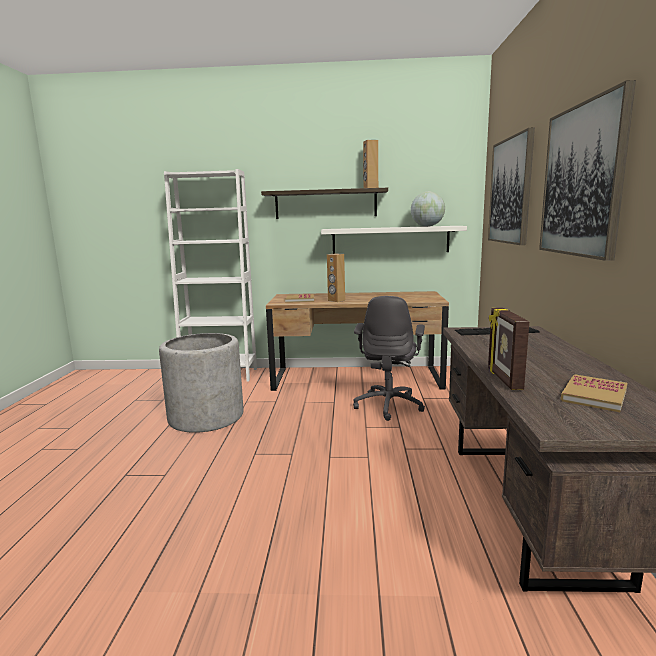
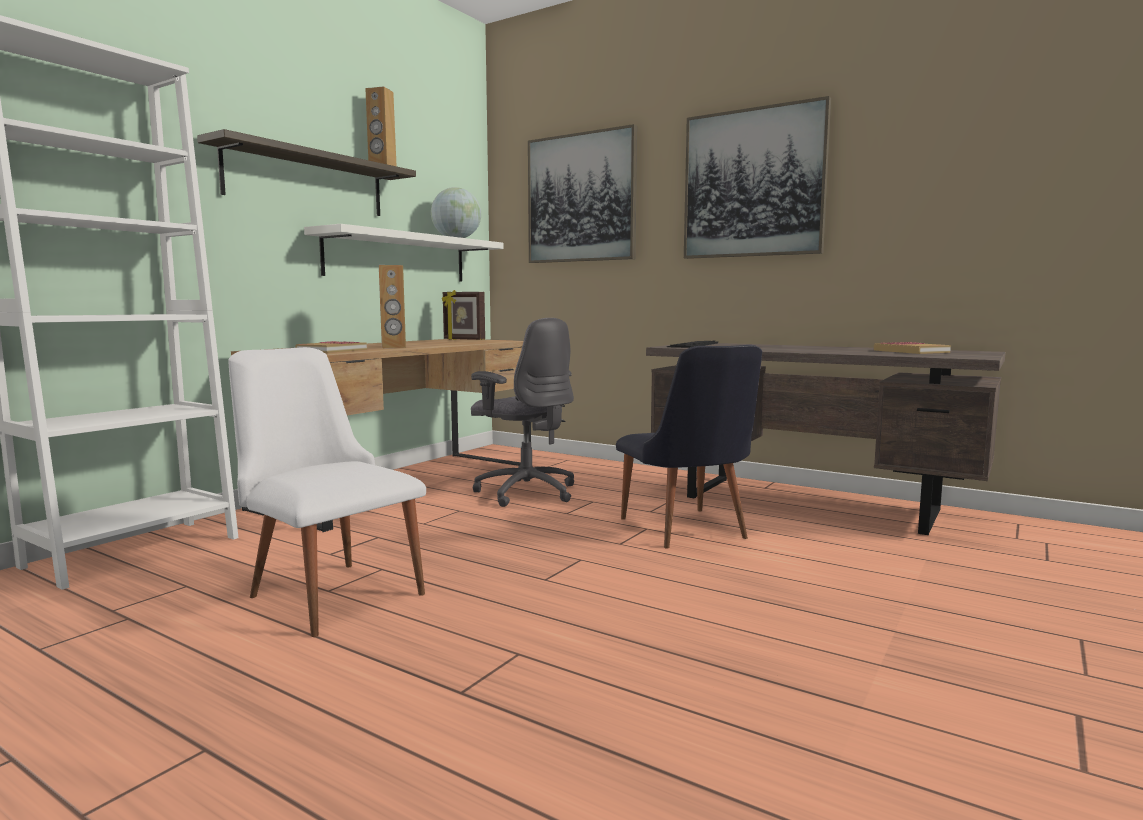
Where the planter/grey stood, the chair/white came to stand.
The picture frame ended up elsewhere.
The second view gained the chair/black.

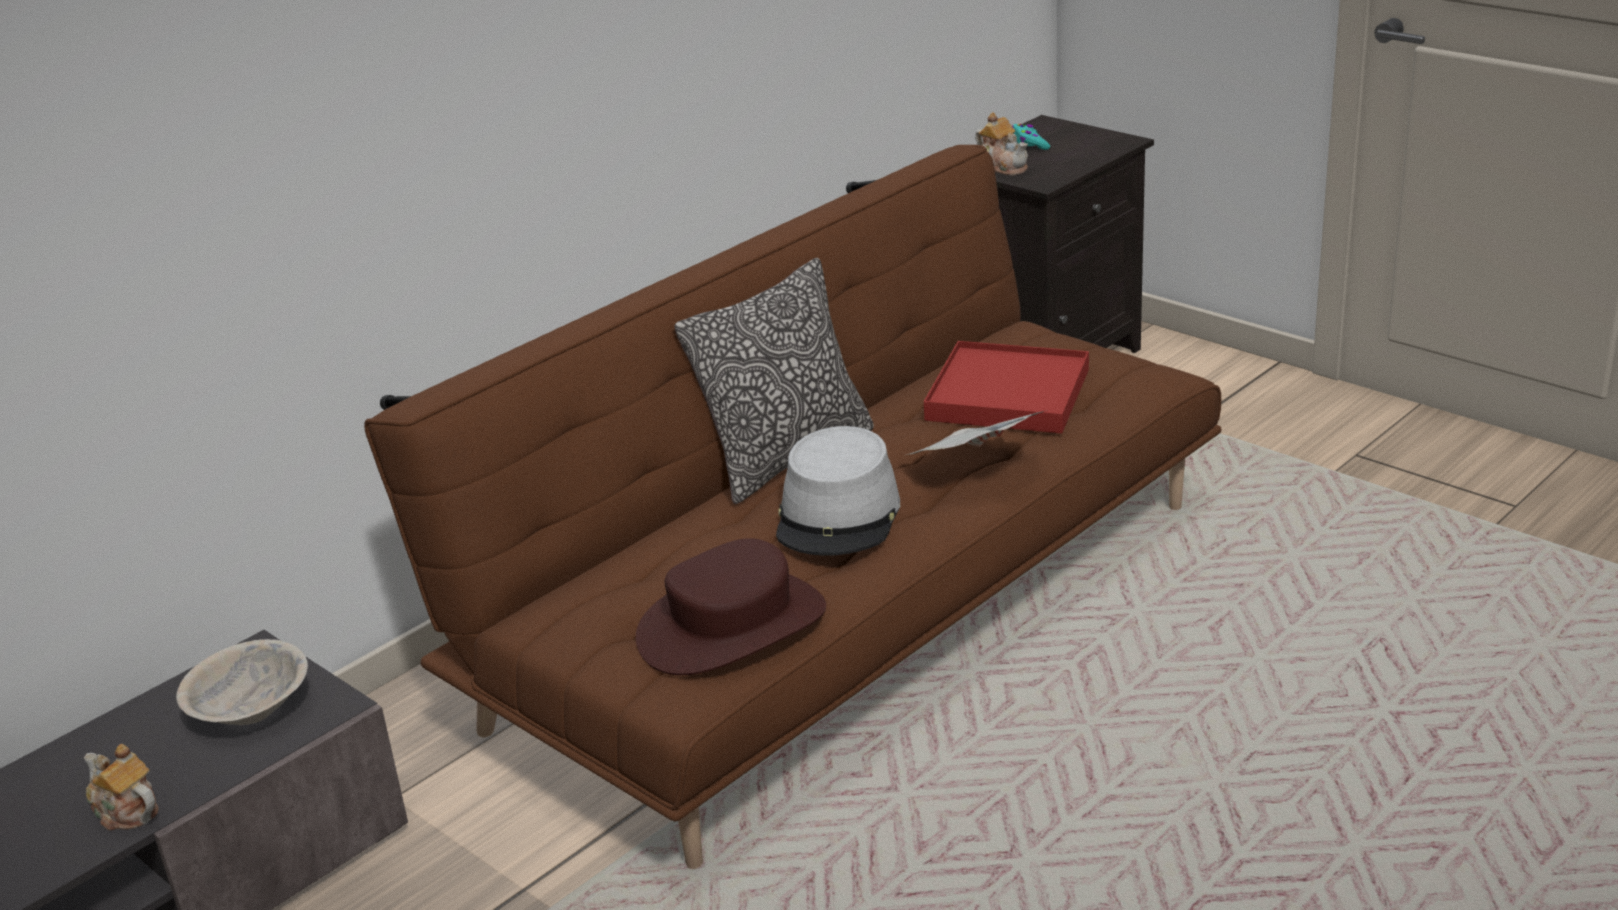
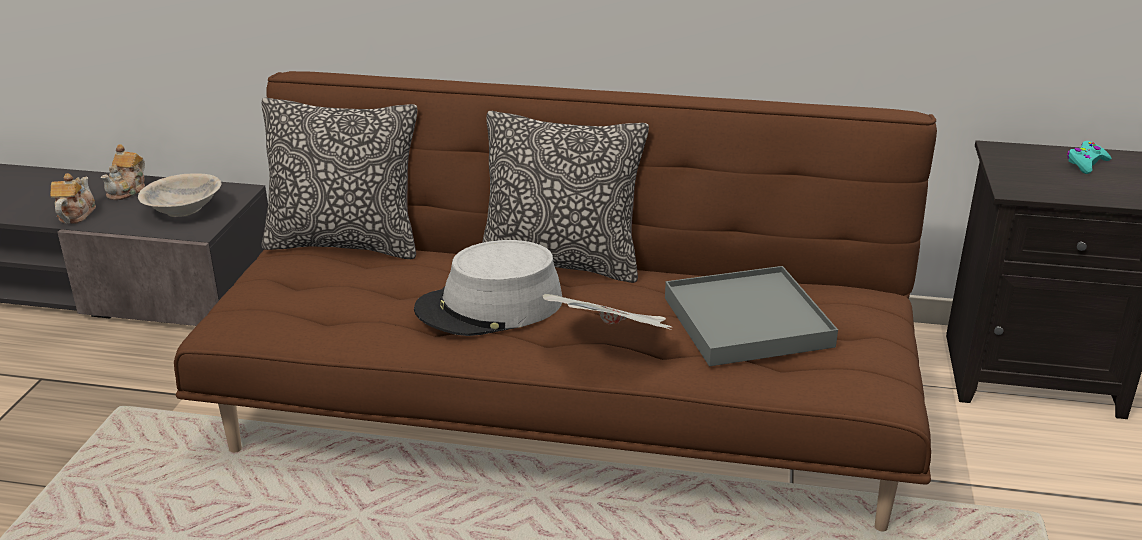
The second view lost the hat/brown.
What was the tray/red turned into the tray/grey.
The teapot (no. 2 from left) ended up elsewhere.
The second view gained the pillow (no. 1 from left).

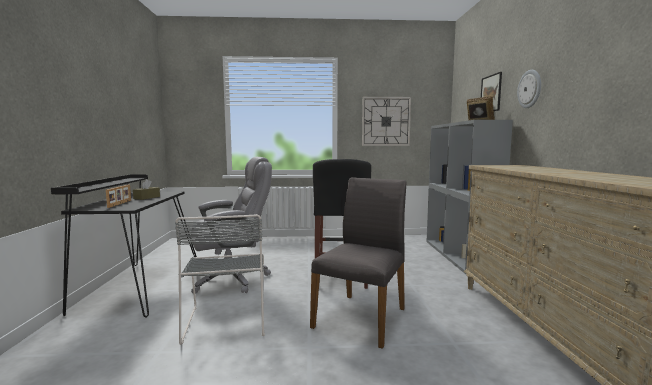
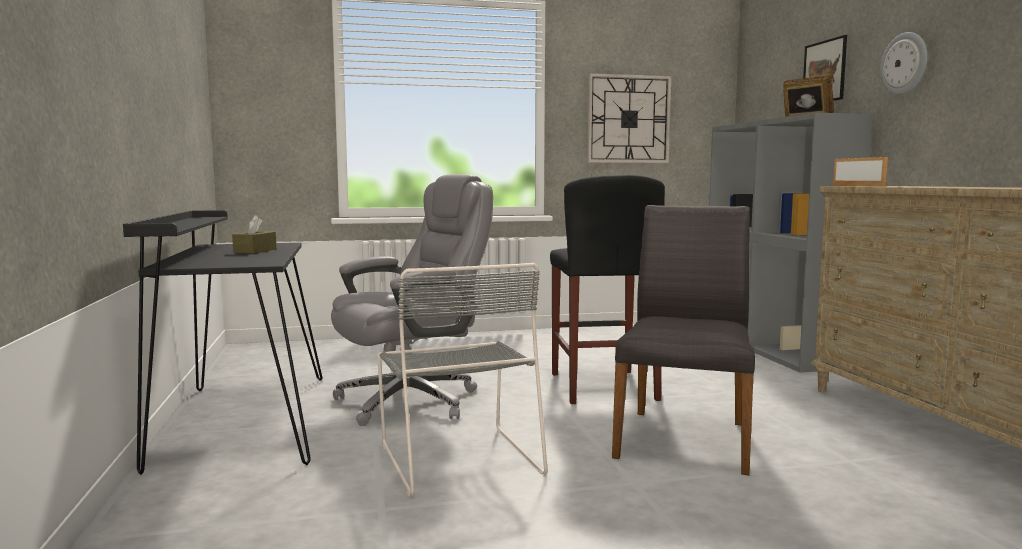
The picture frame (no. 1 from left in the first image) ended up elsewhere.

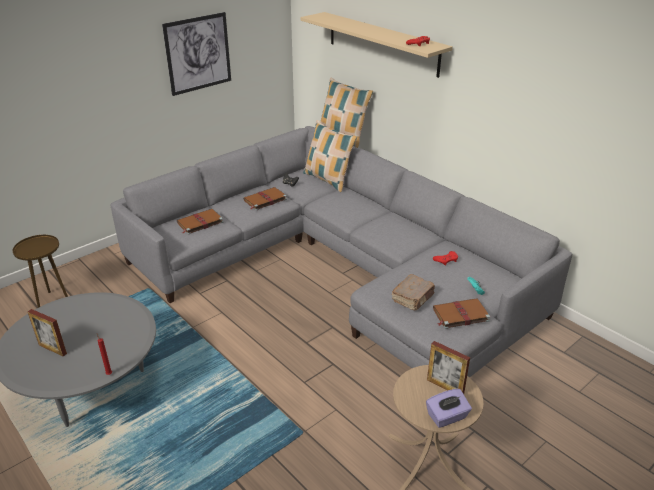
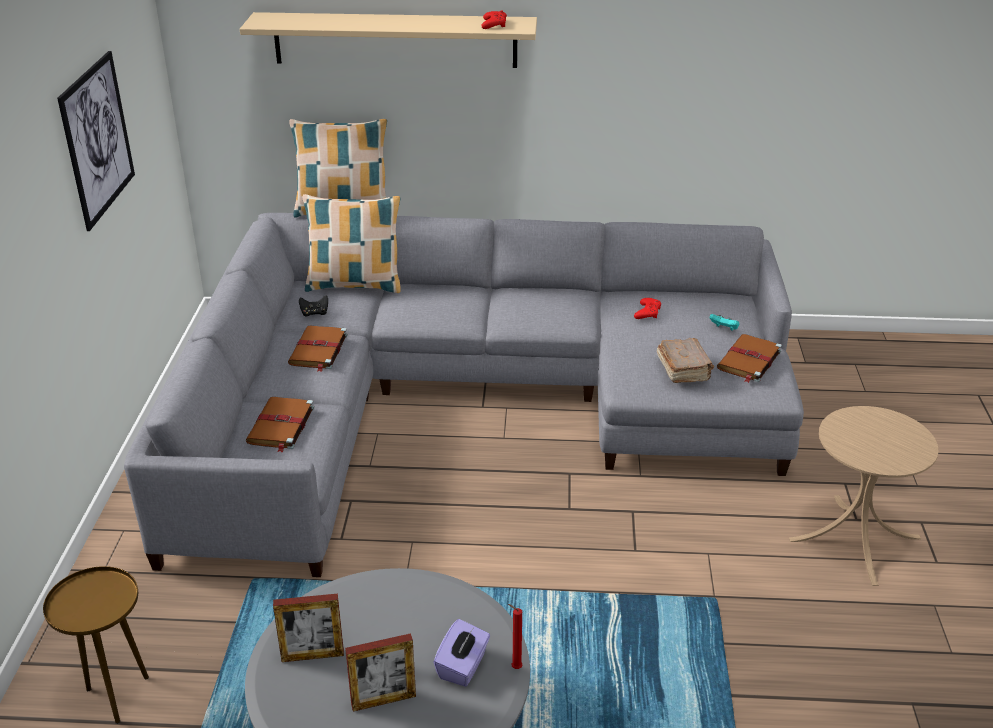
The tissue box/purple ended up elsewhere.
The picture frame (no. 2 from left in the first image) ended up elsewhere.

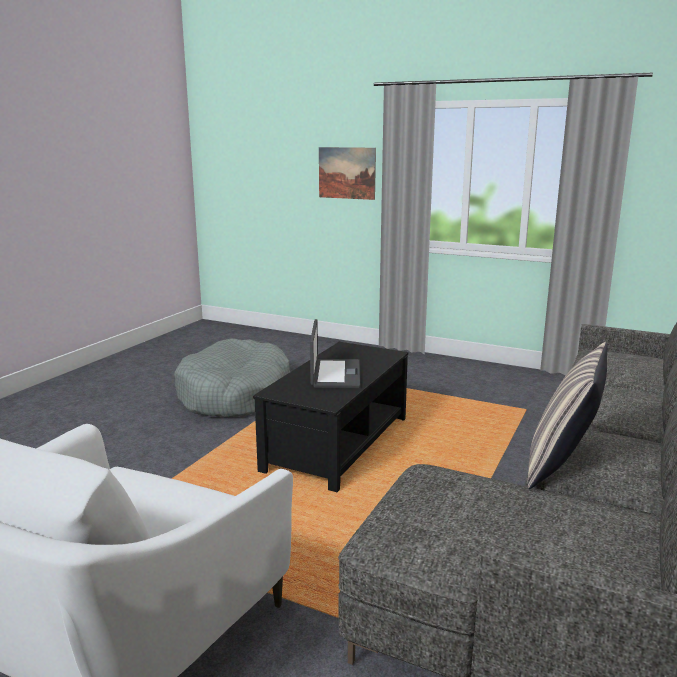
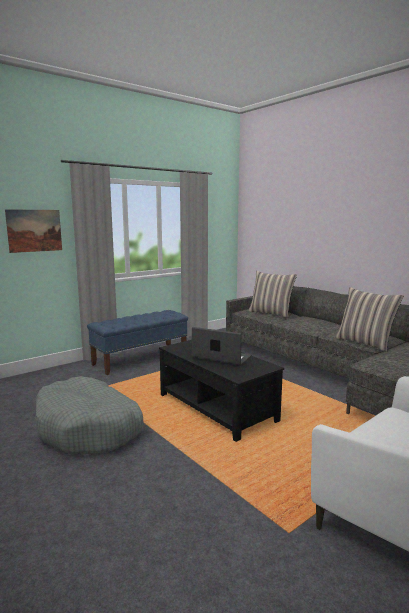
The second view gained the bench/blue.
The second view gained the pillow (no. 1 from left).

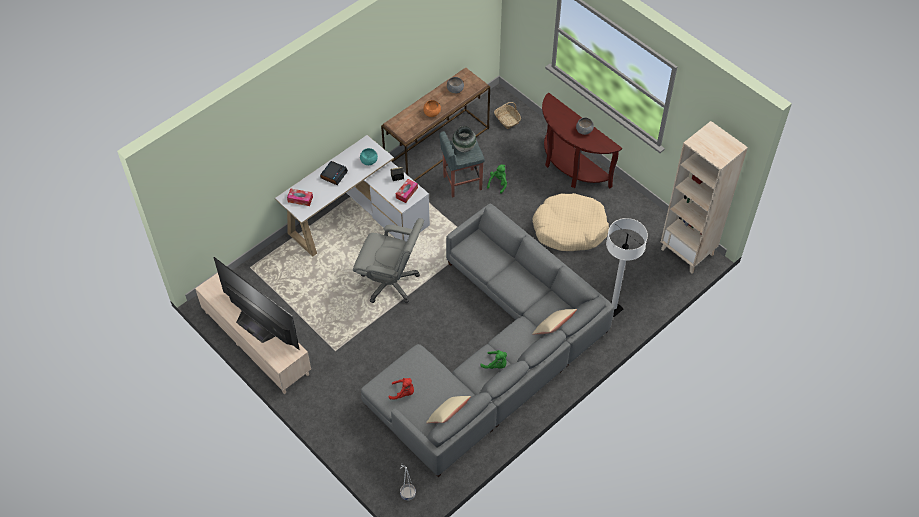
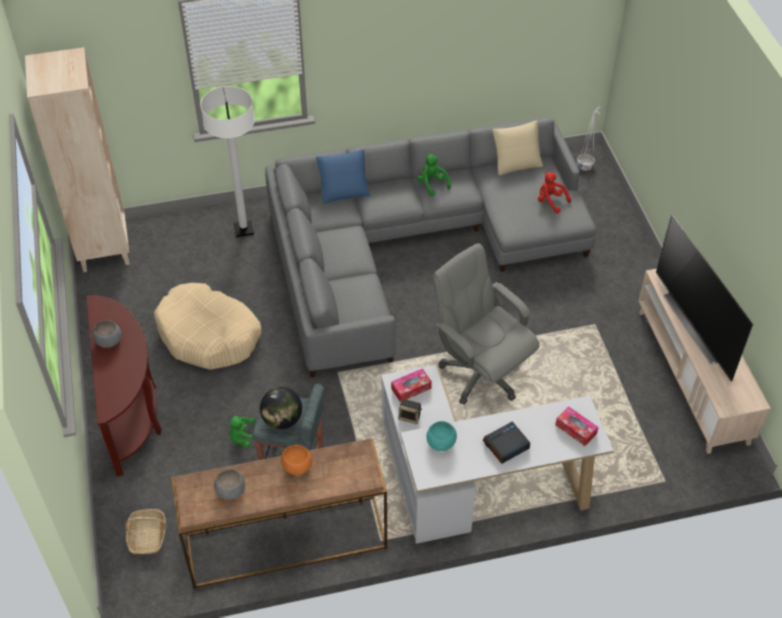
Where the vase stood, the globe came to stand.
What was the pillow/beige (no. 2 from left) turned into the pillow/blue.

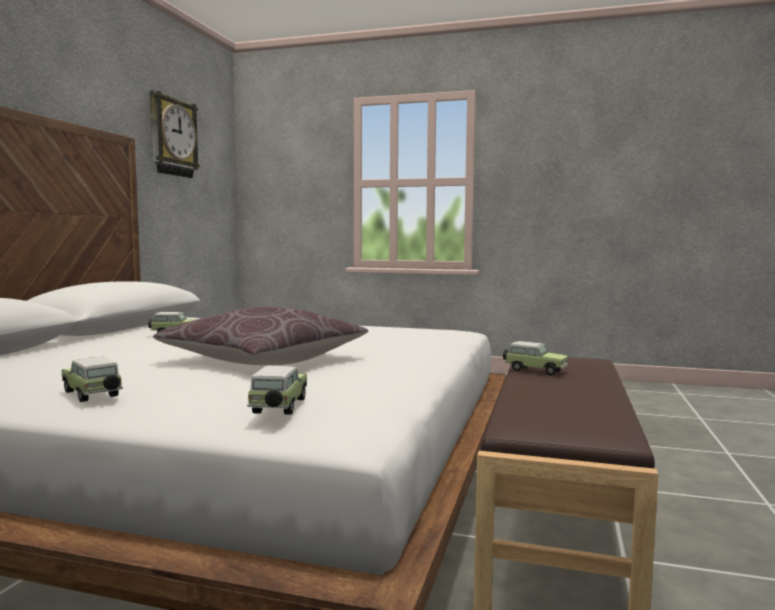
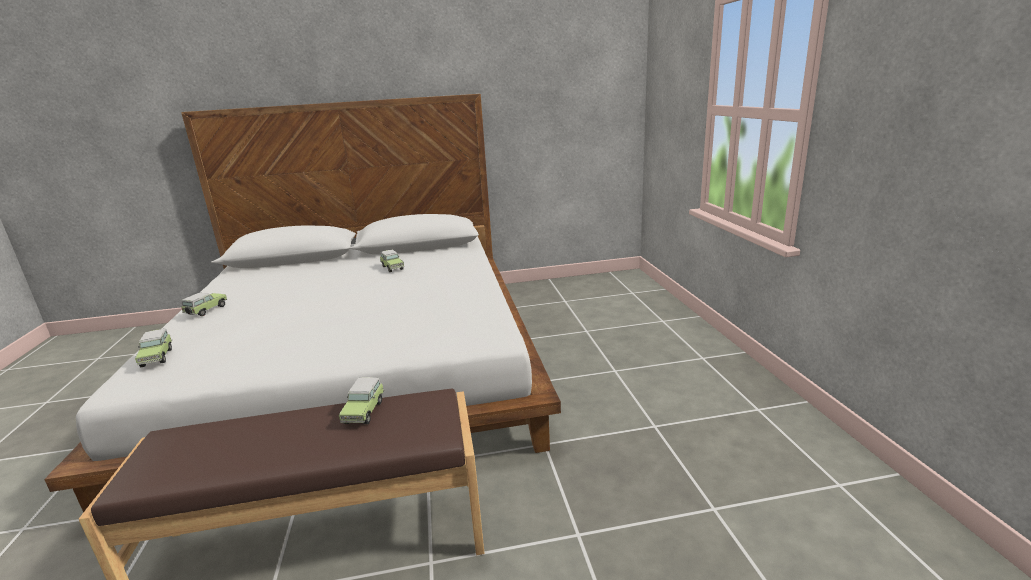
The second view lost the wall clock.
The second view lost the pillow/brown.
The toy car (no. 3 from left in the first image) ended up facing another way, 90 degrees clockwise from before.

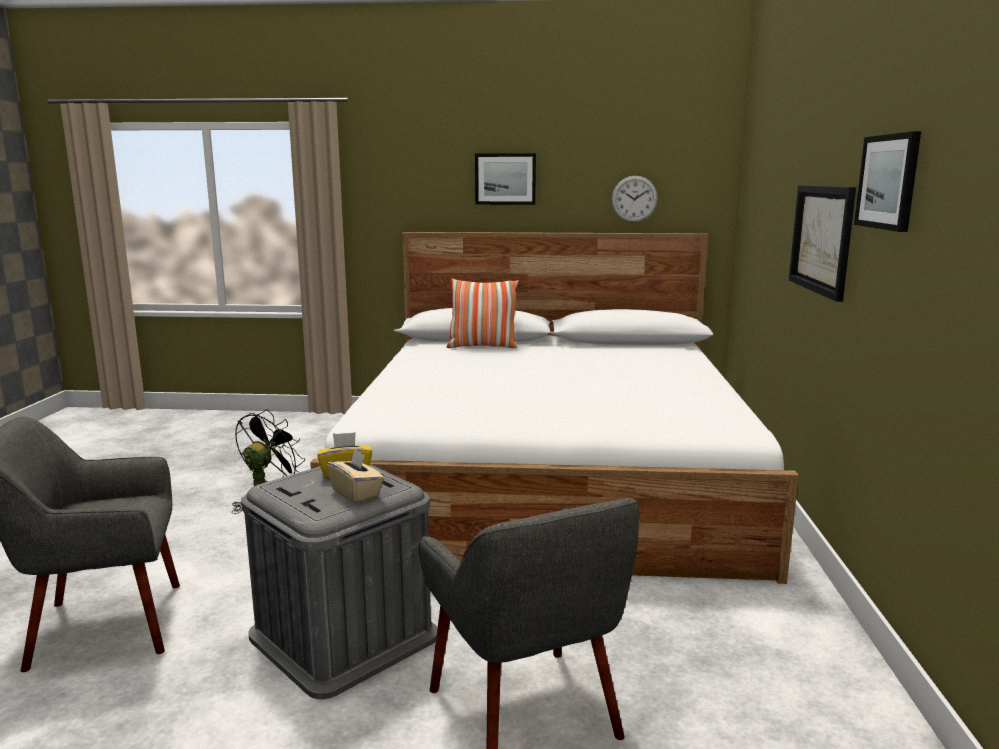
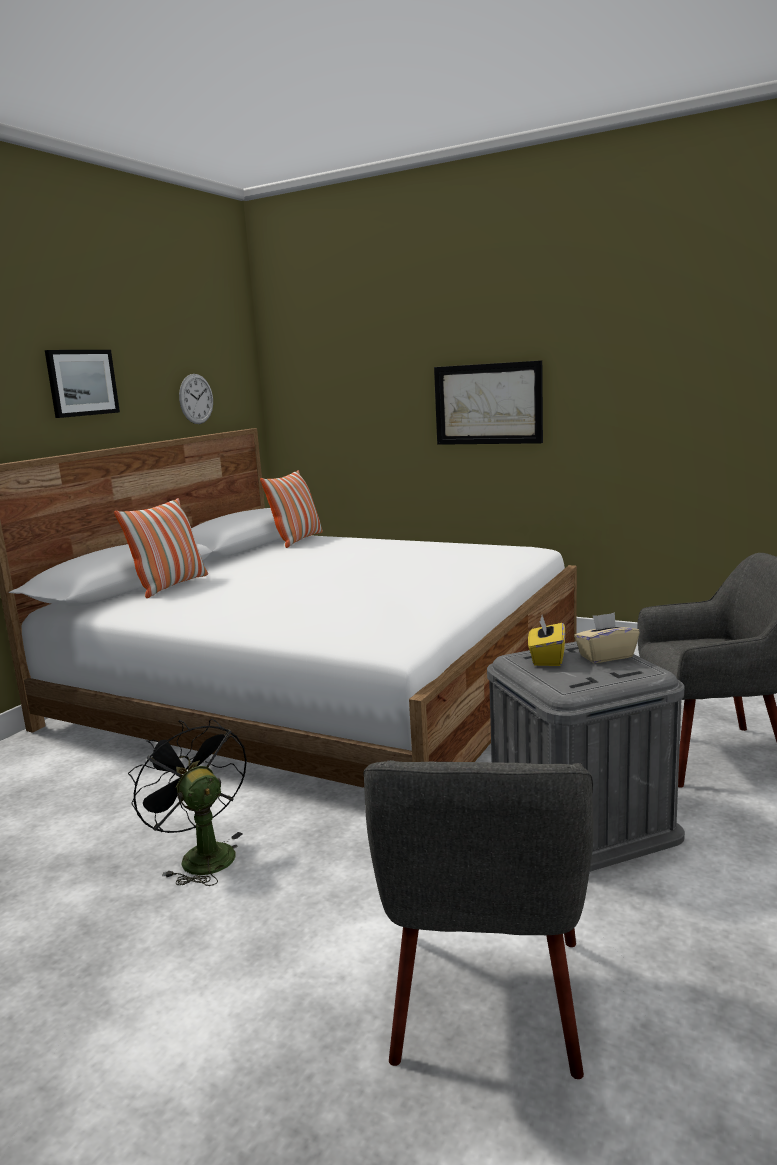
The second view lost the picture (no. 3 from left).
The second view gained the pillow (no. 2 from left).

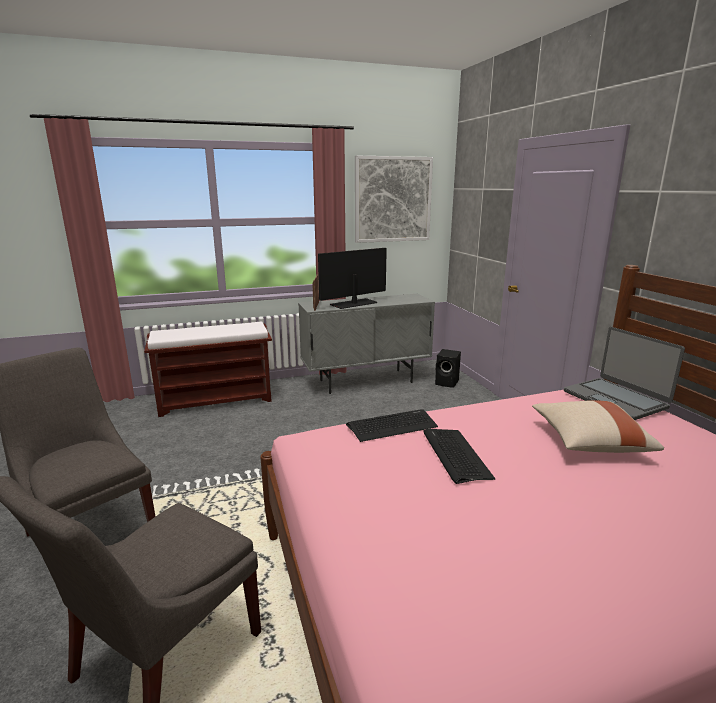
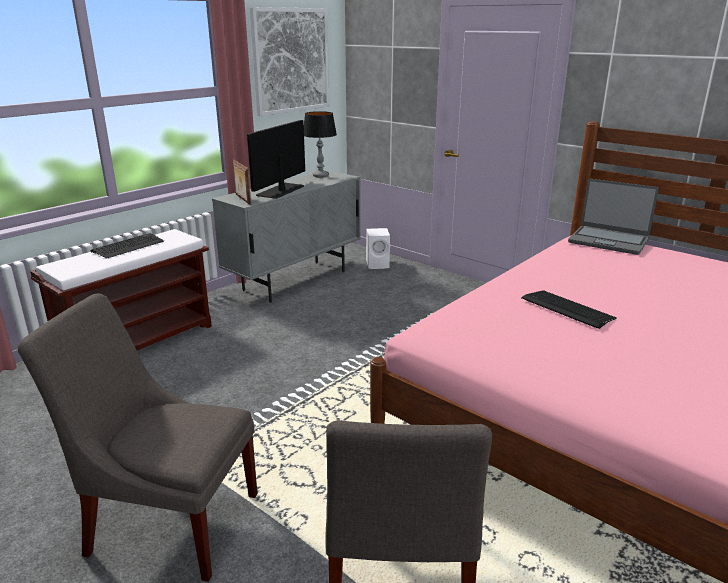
The keyboard (no. 1 from left) ended up elsewhere.
What was the speaker/black turned into the speaker/white.
The second view lost the pillow/beige.
The second view gained the table lamp.

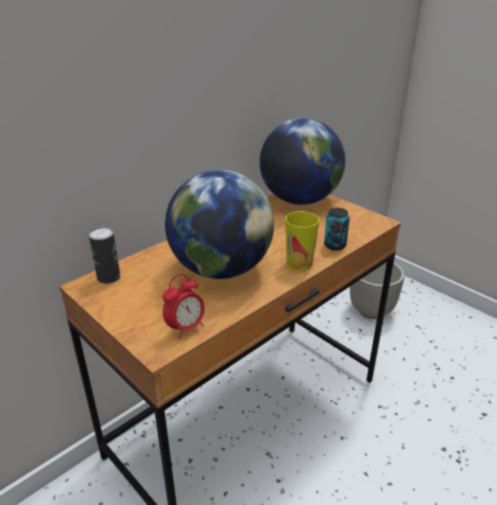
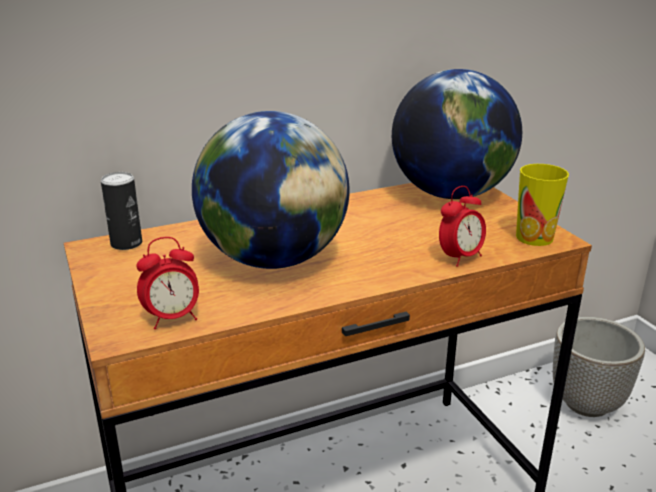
The cup ended up elsewhere.
Where the can (no. 2 from left) stood, the alarm clock (no. 2 from left) came to stand.

